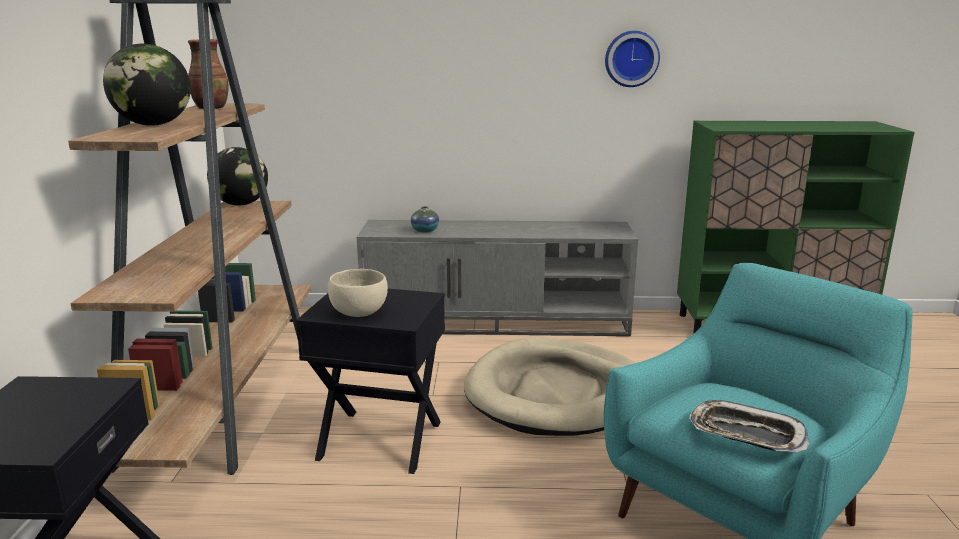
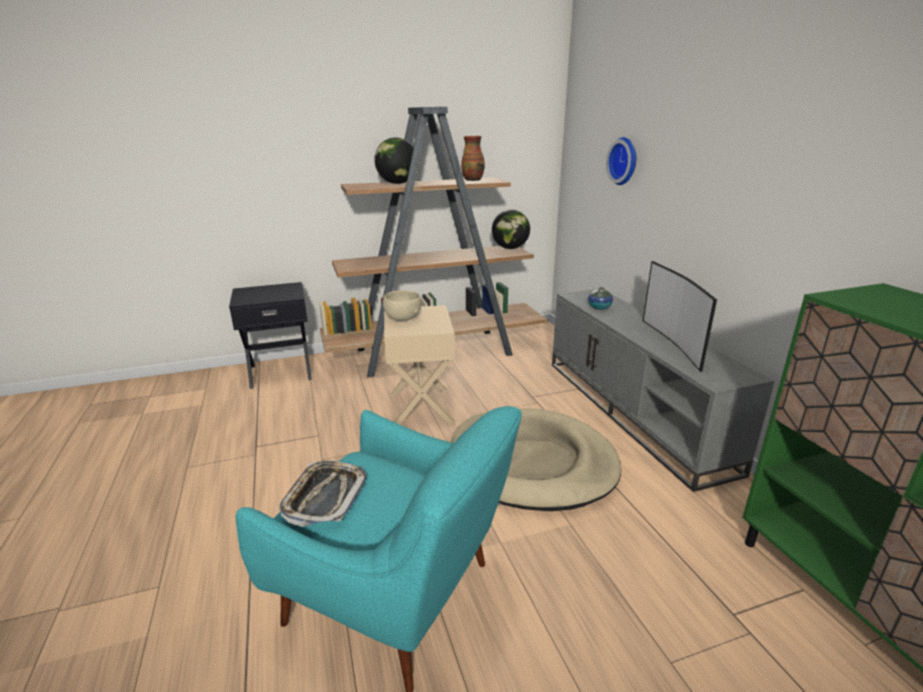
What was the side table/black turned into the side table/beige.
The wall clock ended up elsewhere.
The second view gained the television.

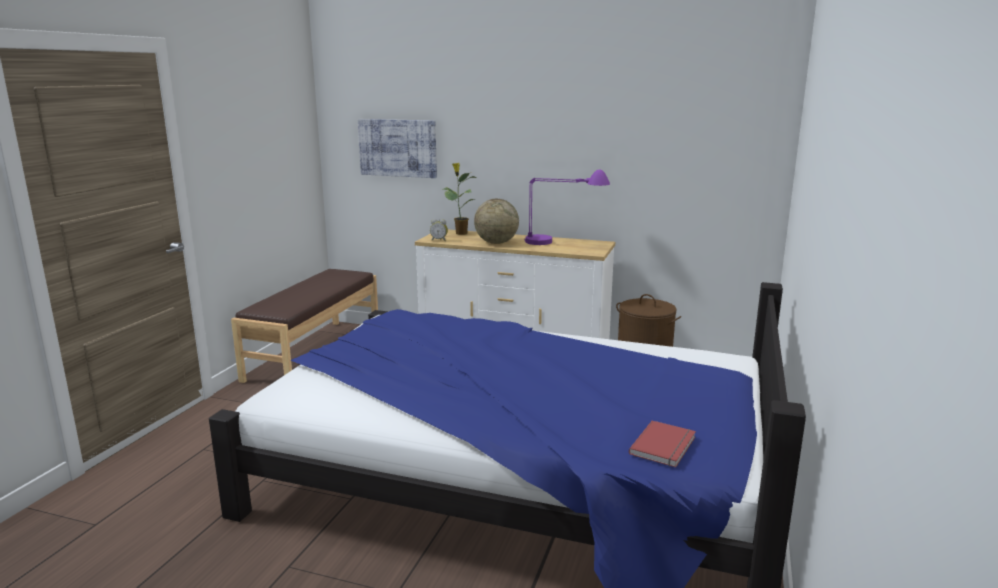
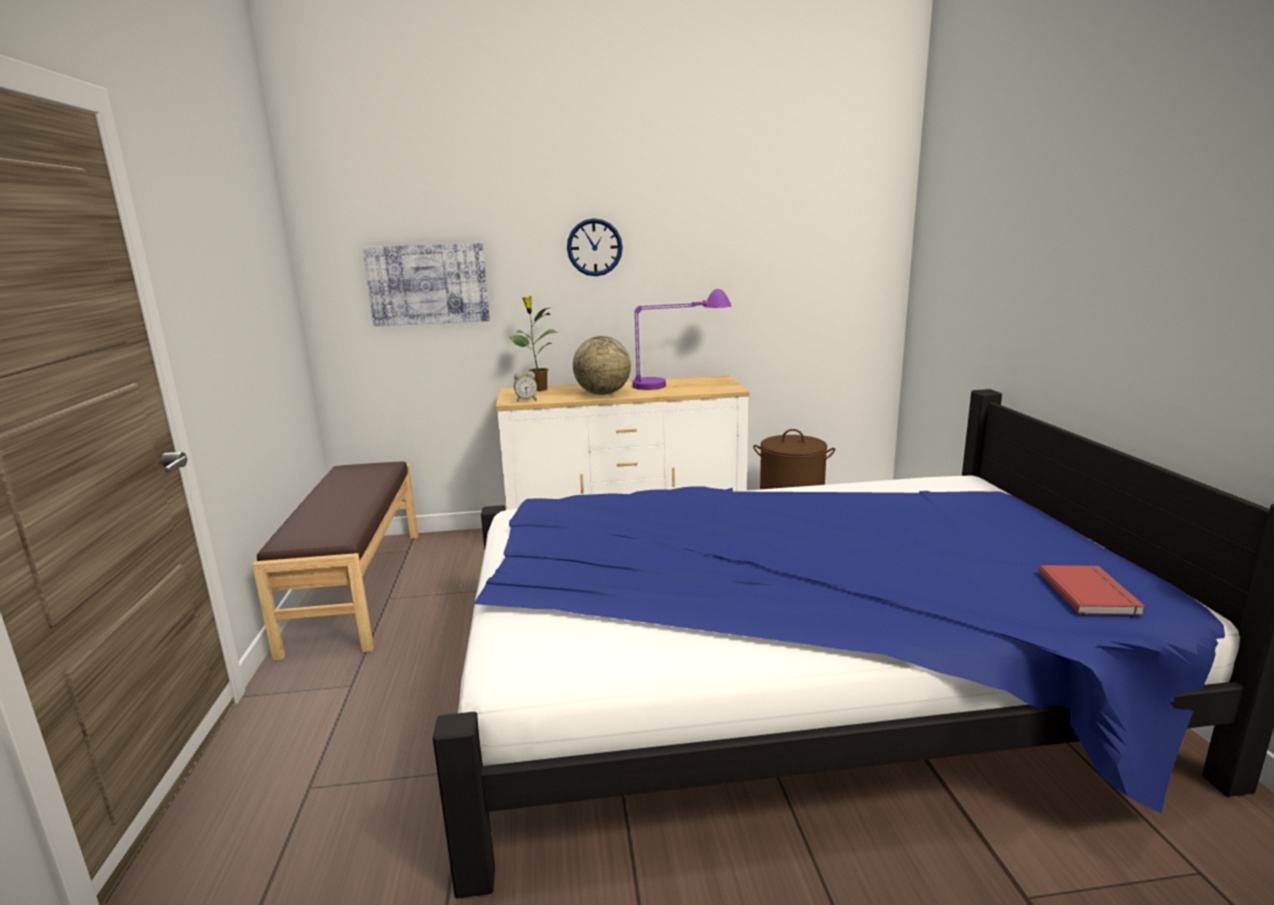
The second view gained the wall clock.

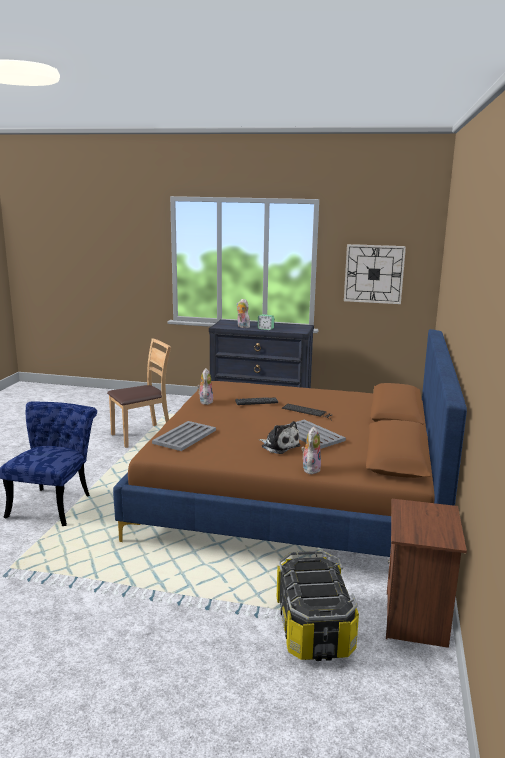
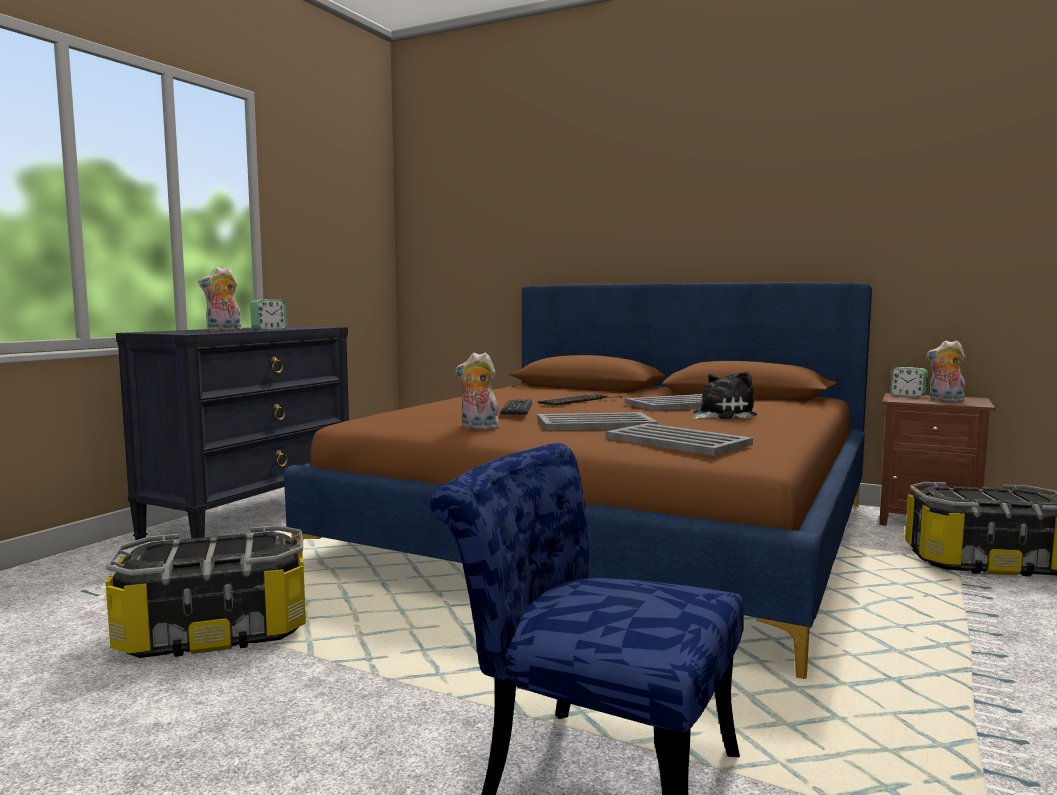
Where the chair/brown stood, the storage box (no. 1 from left) came to stand.
The plush toy (no. 4 from left) ended up elsewhere.
The second view lost the wall clock.
The second view gained the tray/grey (no. 1 from left).
The second view gained the alarm clock (no. 2 from left).

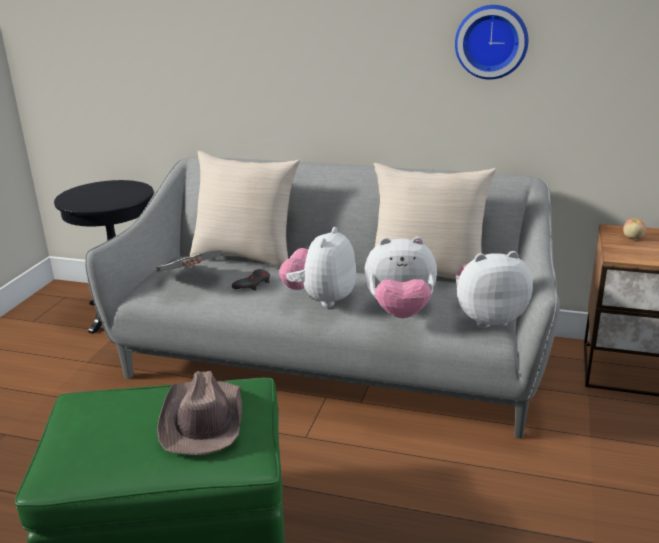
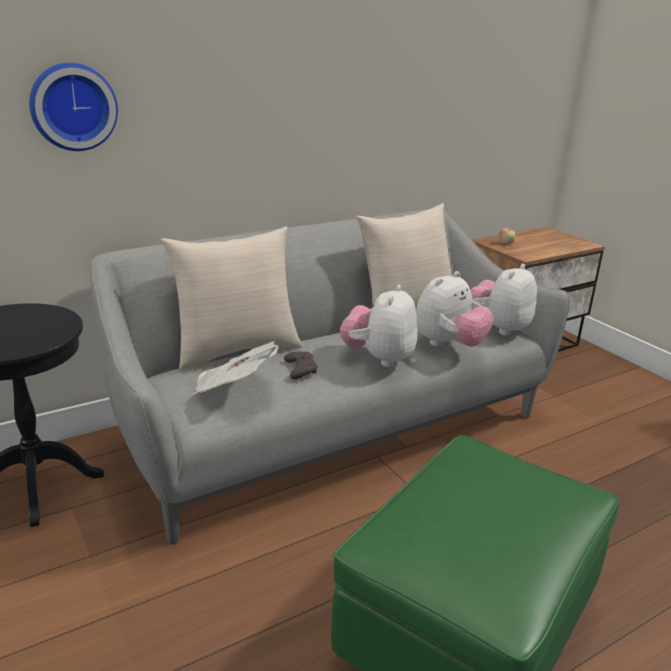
The second view lost the hat/brown.
The plush toy (no. 1 from left) ended up facing another way, 45 degrees clockwise from before.
The wall clock ended up elsewhere.

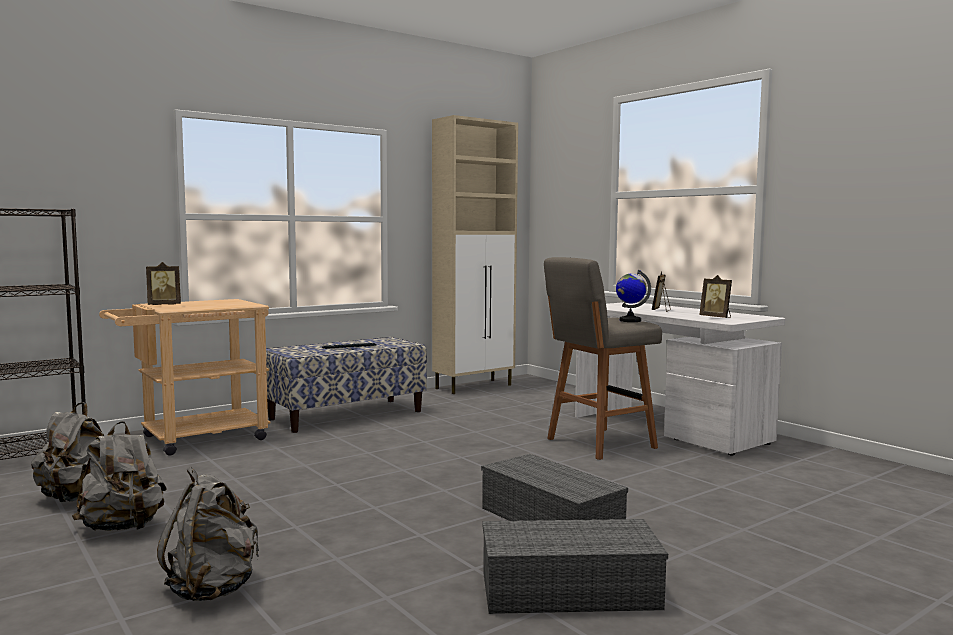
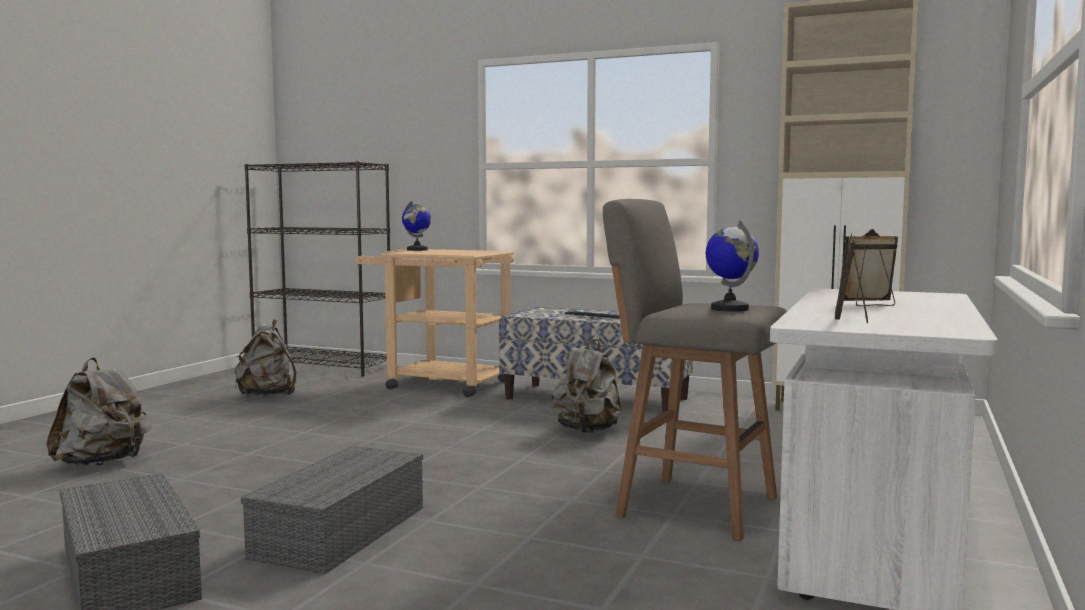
The backpack/grey (no. 2 from left in the first image) ended up elsewhere.
Where the picture frame (no. 1 from left) stood, the globe (no. 1 from left) came to stand.

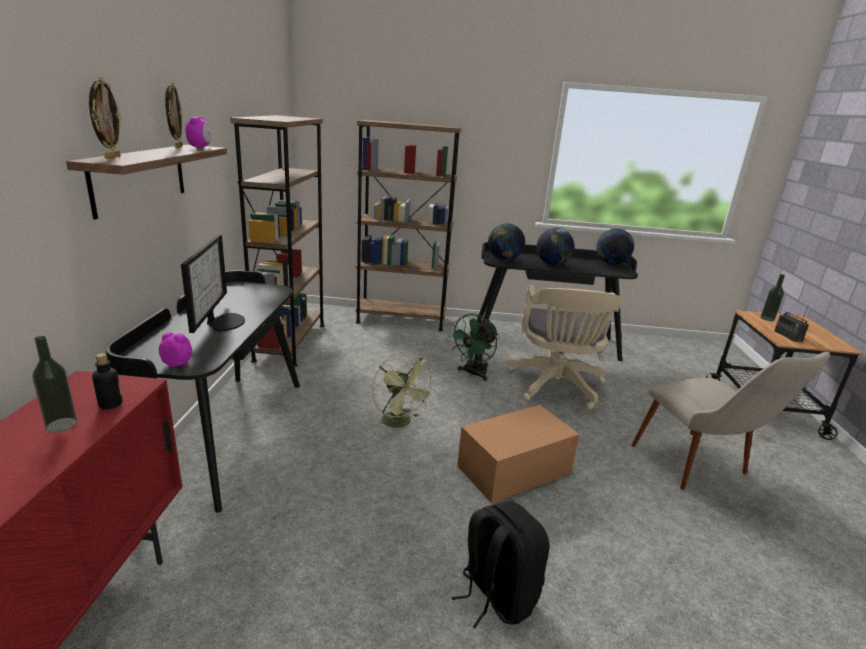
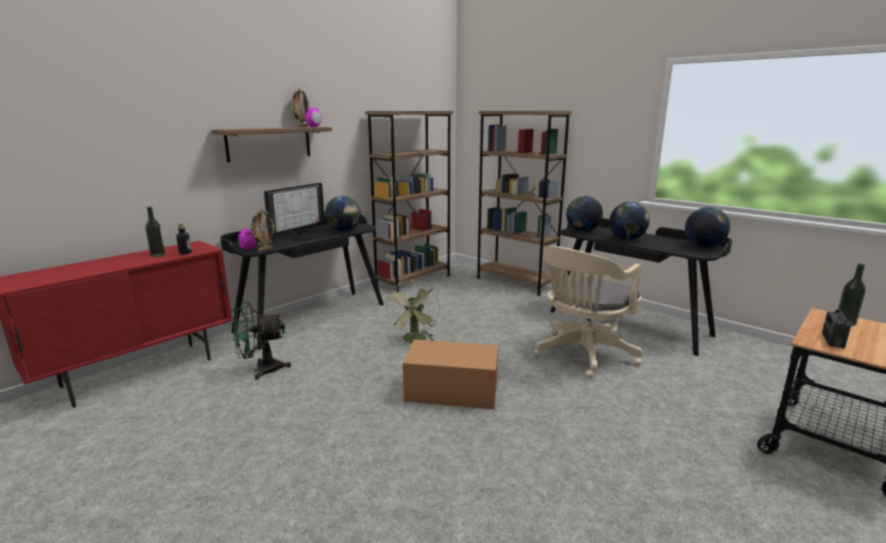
The picture frame (no. 1 from left) ended up elsewhere.
The fan/green (no. 2 from left in the first image) ended up elsewhere.
The second view lost the backpack/black.
The second view lost the chair/beige.
The second view gained the globe (no. 1 from left).

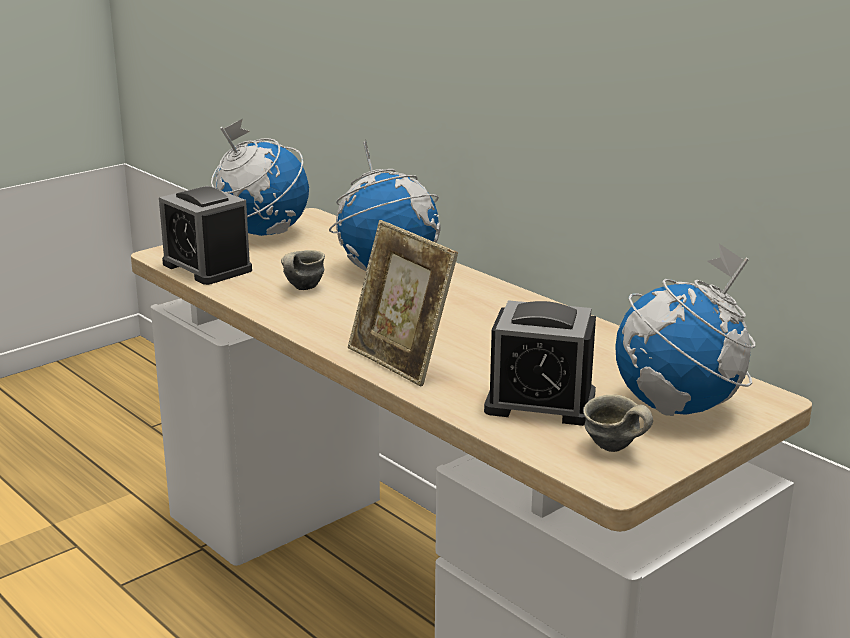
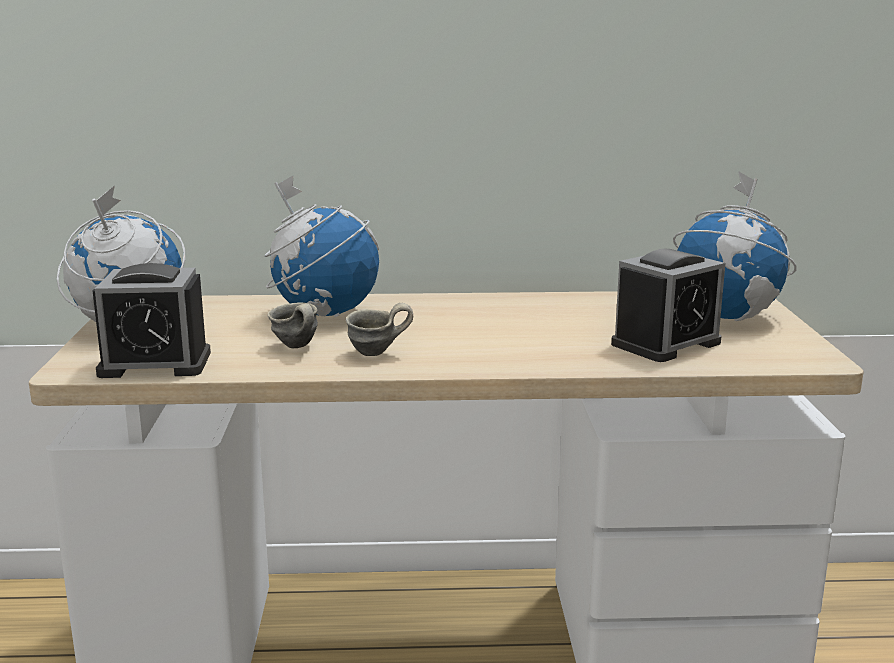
The second view lost the picture frame.
The mug/grey (no. 2 from left) ended up elsewhere.

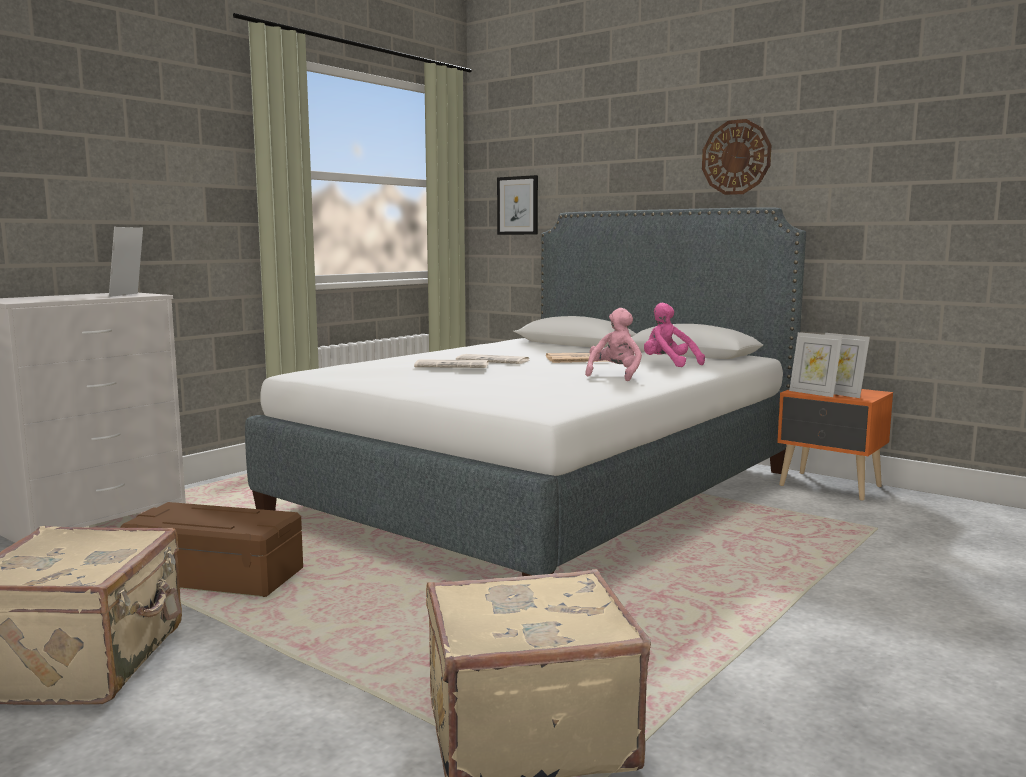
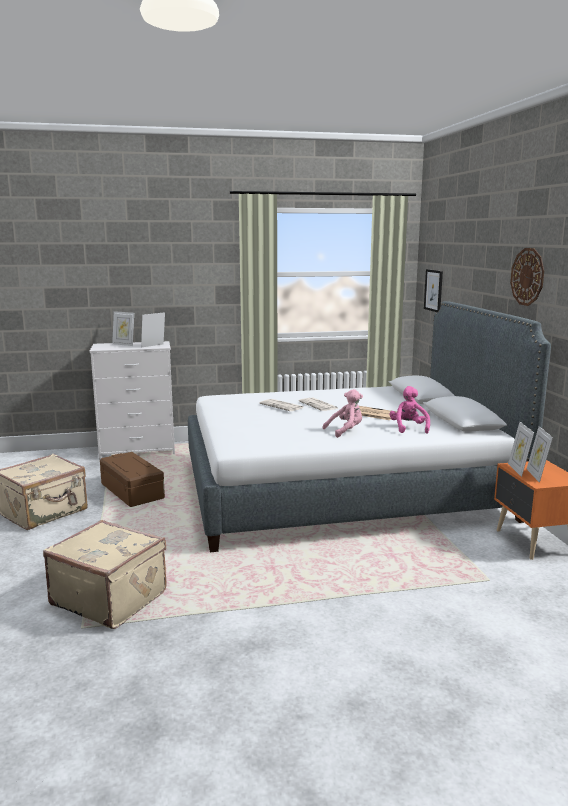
The second view gained the picture frame (no. 1 from left).

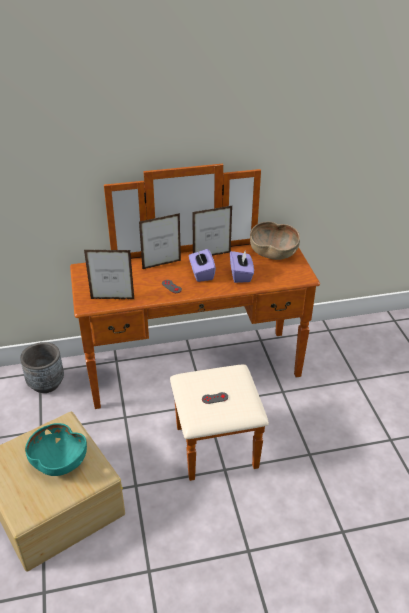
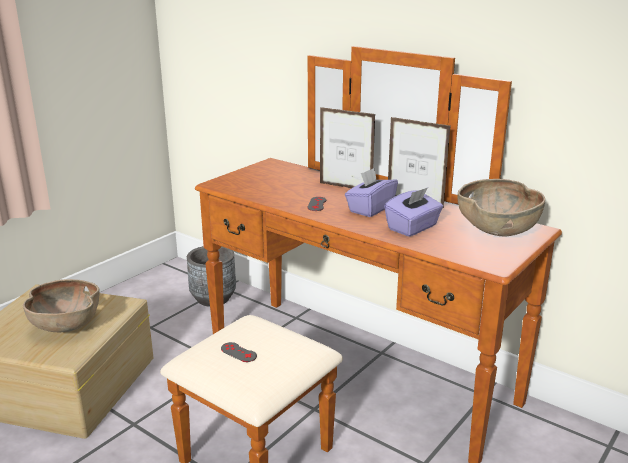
What was the bowl/turquoise turned into the bowl/brown (no. 1 from left).
The second view lost the picture frame (no. 1 from left).

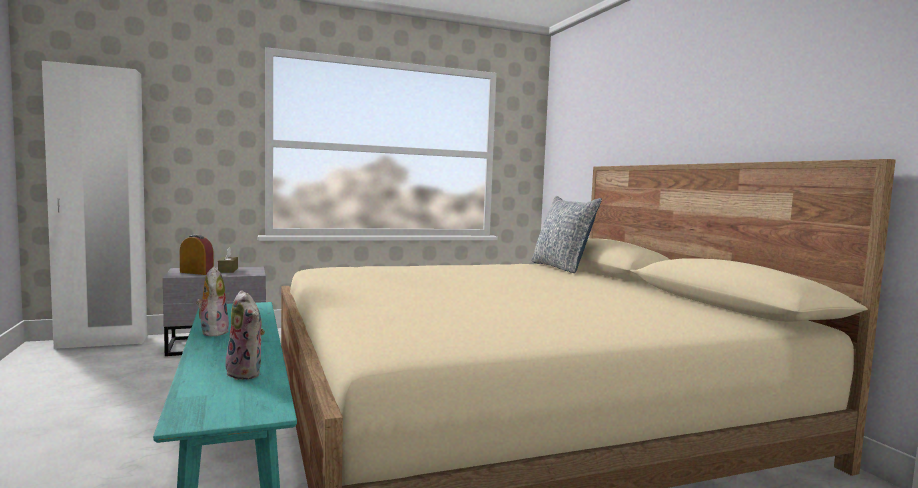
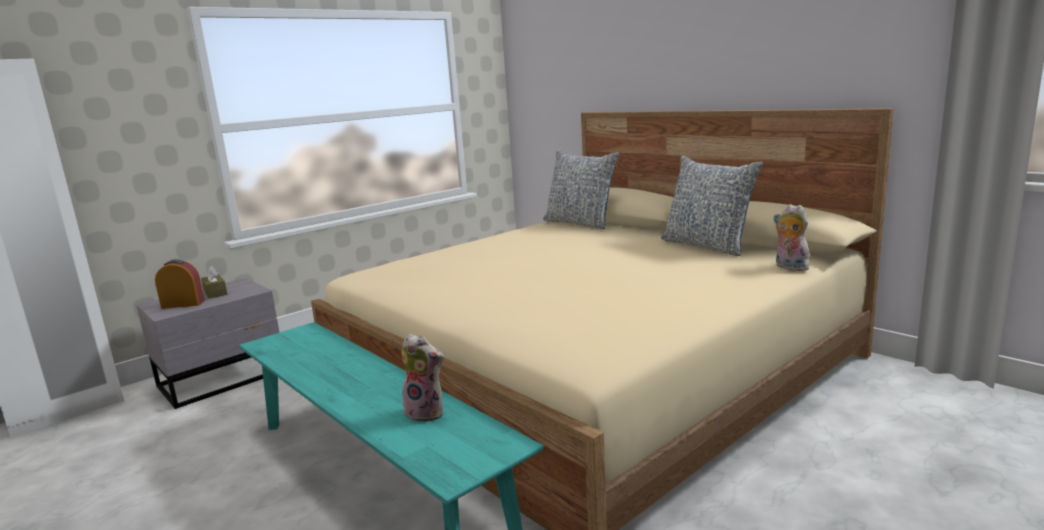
The plush toy (no. 1 from left in the first image) ended up elsewhere.
The second view gained the pillow (no. 2 from left).

